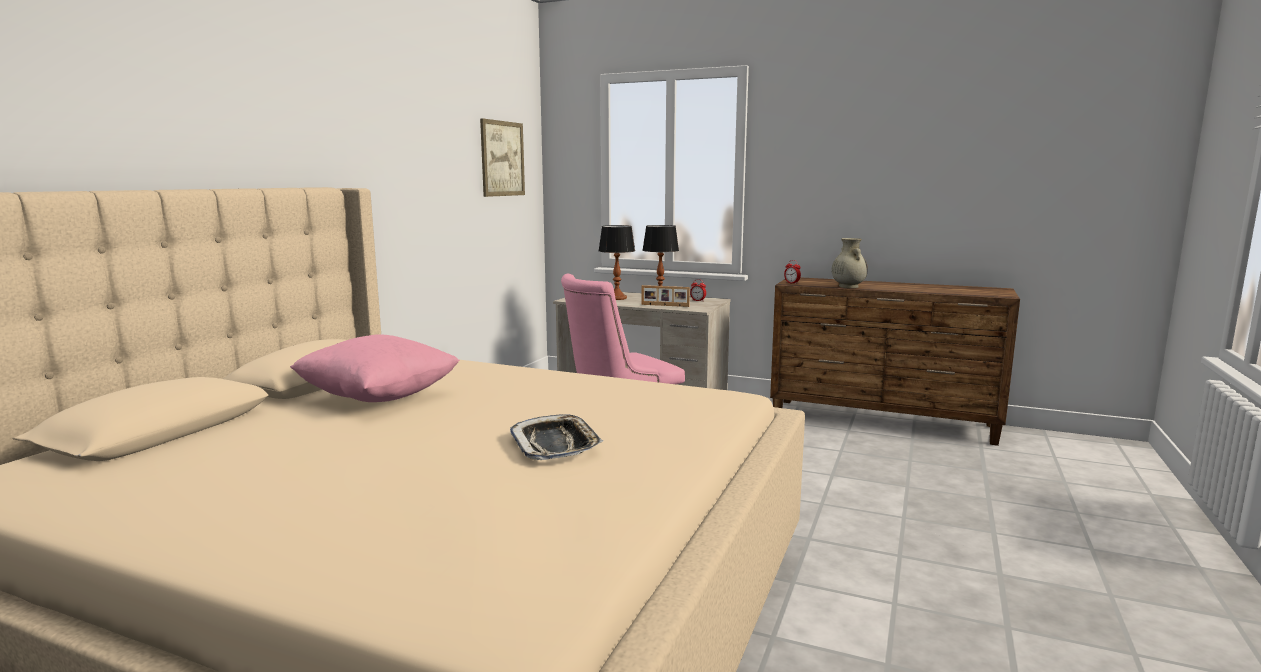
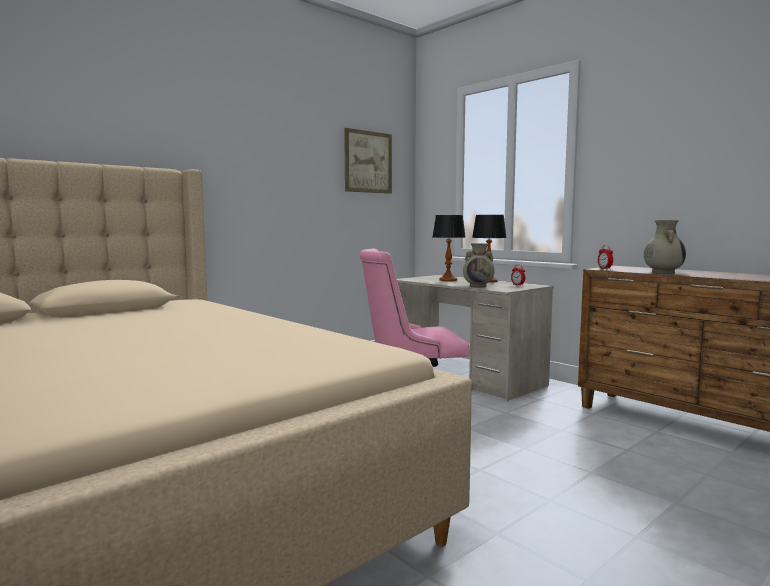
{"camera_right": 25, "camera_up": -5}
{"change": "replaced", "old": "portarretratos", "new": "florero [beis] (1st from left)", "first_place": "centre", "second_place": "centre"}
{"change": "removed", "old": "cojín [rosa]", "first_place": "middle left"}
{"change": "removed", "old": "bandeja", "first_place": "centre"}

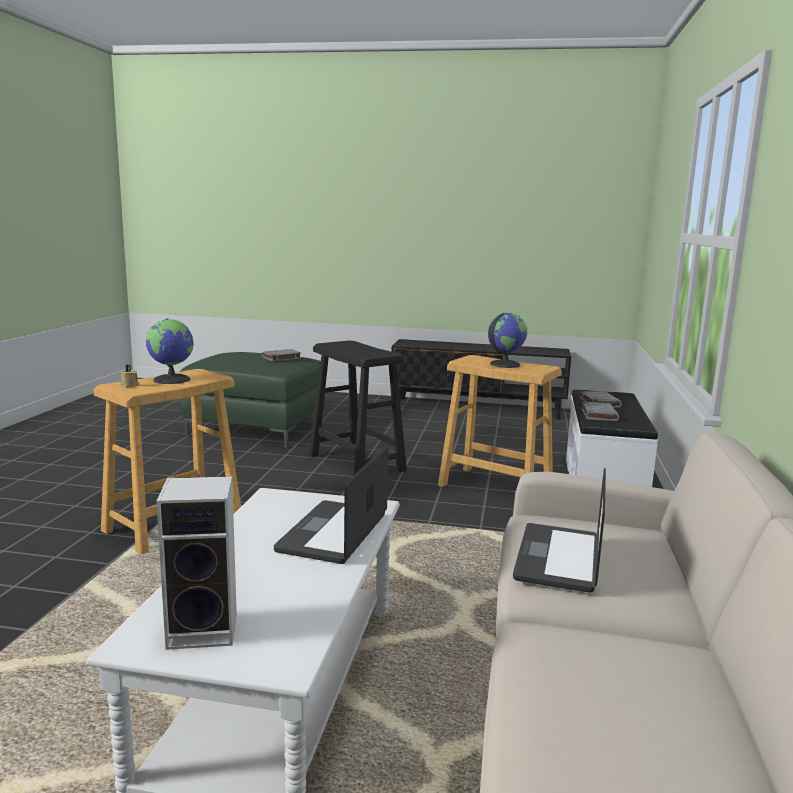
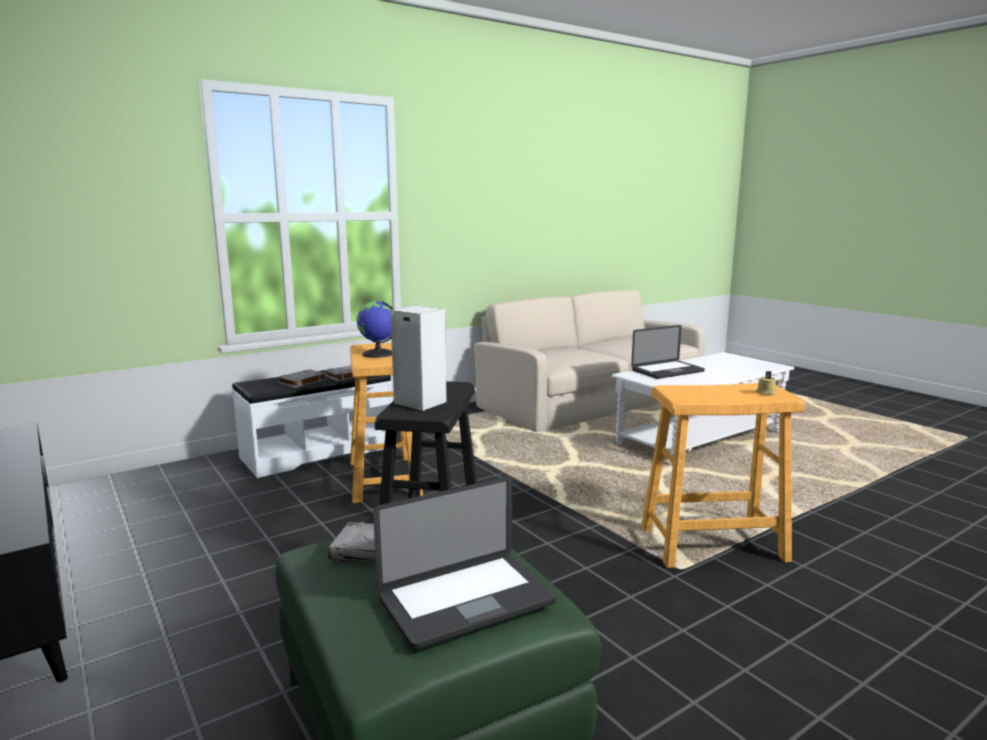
{"camera_right": -135, "camera_up": 0}
{"change": "removed", "old": "globo terráqueo (1st from left)", "first_place": "middle left"}
{"change": "moved", "old": "portátil (2nd from left in the first image)", "new": "portátil (1st from left)", "first_place": "bottom right", "second_place": "bottom centre"}
{"change": "moved", "old": "altavoz", "first_place": "bottom left", "second_place": "centre"}

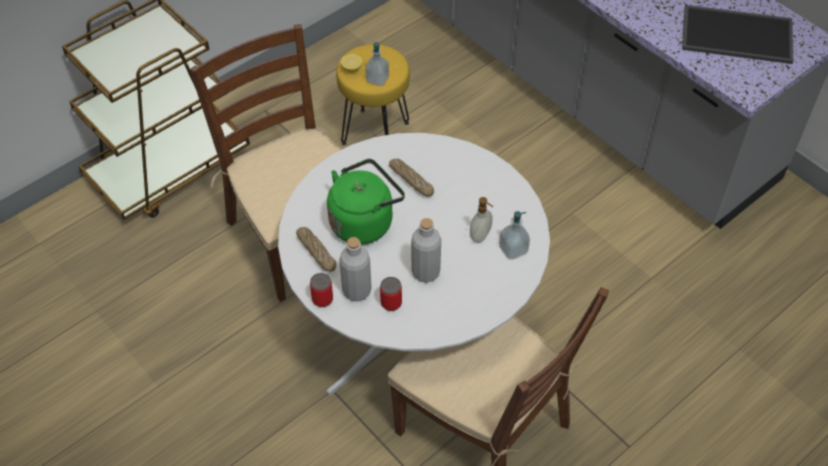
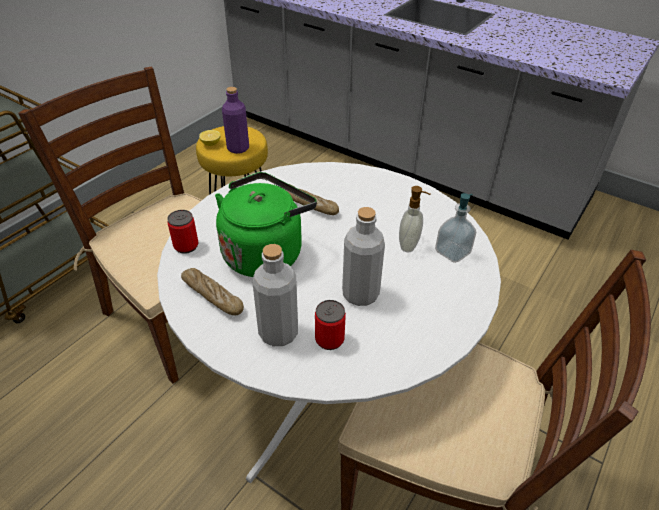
{"camera_right": -15, "camera_up": -10}
{"change": "removed", "old": "bandeja", "first_place": "top right"}
{"change": "replaced", "old": "dispensador de jabón (1st from left)", "new": "botella [morado]", "first_place": "top centre", "second_place": "top centre"}
{"change": "moved", "old": "lata (1st from left)", "first_place": "centre", "second_place": "middle left"}

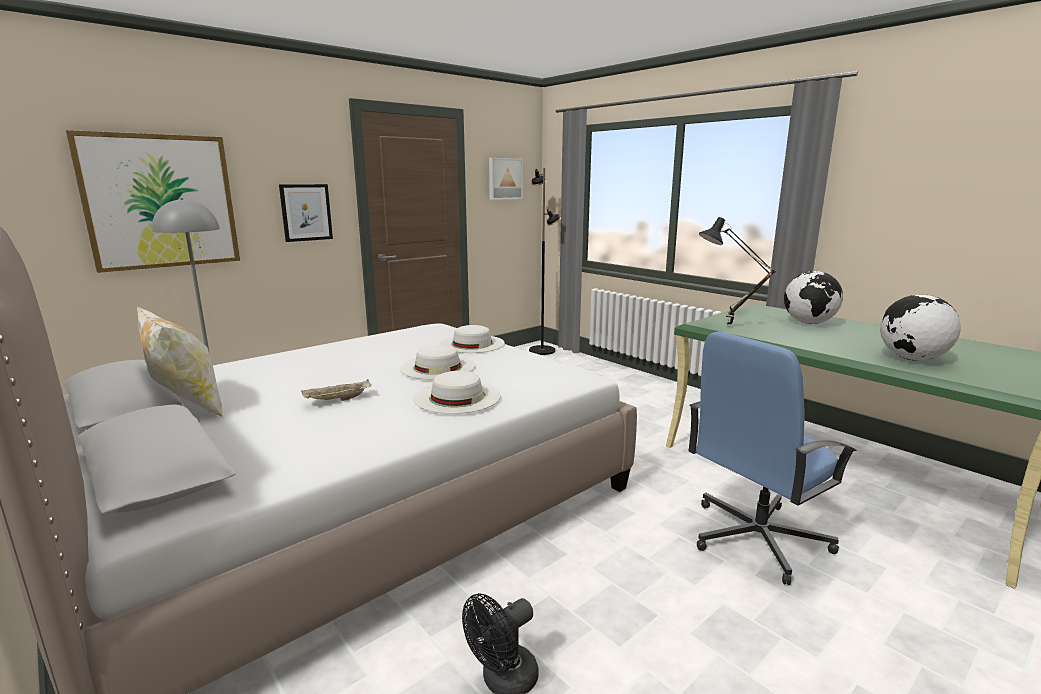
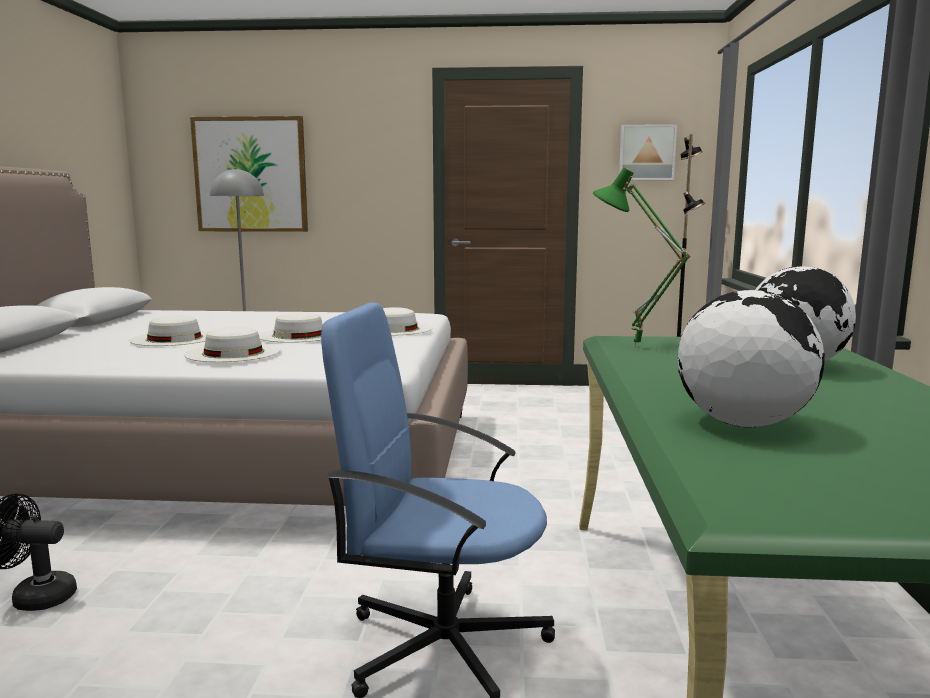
{"camera_right": 45, "camera_up": -5}
{"change": "removed", "old": "cuadro (2nd from left)", "first_place": "top left"}
{"change": "recoloured", "old": "lámpara de mesa [negro]", "new": "lámpara de mesa [verde]", "first_place": "middle right", "second_place": "middle right"}
{"change": "removed", "old": "cojín", "first_place": "middle left"}
{"change": "replaced", "old": "bandeja [beis]", "new": "sombrero [blanco] (1st from left)", "first_place": "middle left", "second_place": "middle left"}

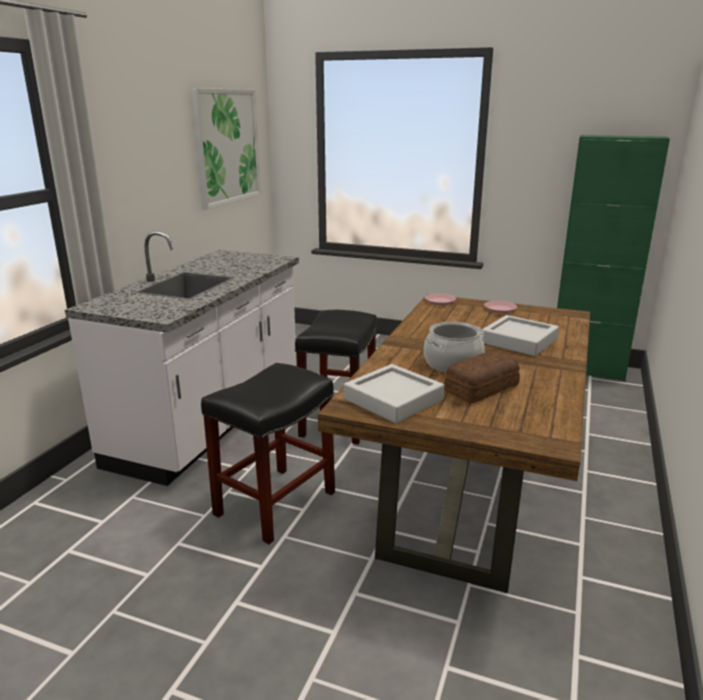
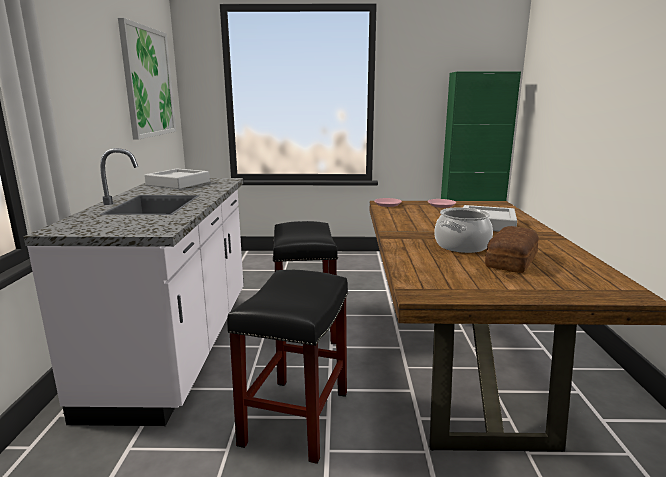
{"camera_right": -20, "camera_up": -5}
{"change": "moved", "old": "bandeja [gris] (1st from left)", "first_place": "centre", "second_place": "middle left"}

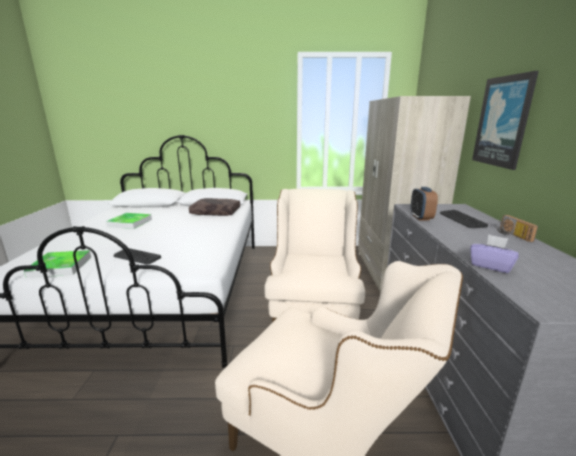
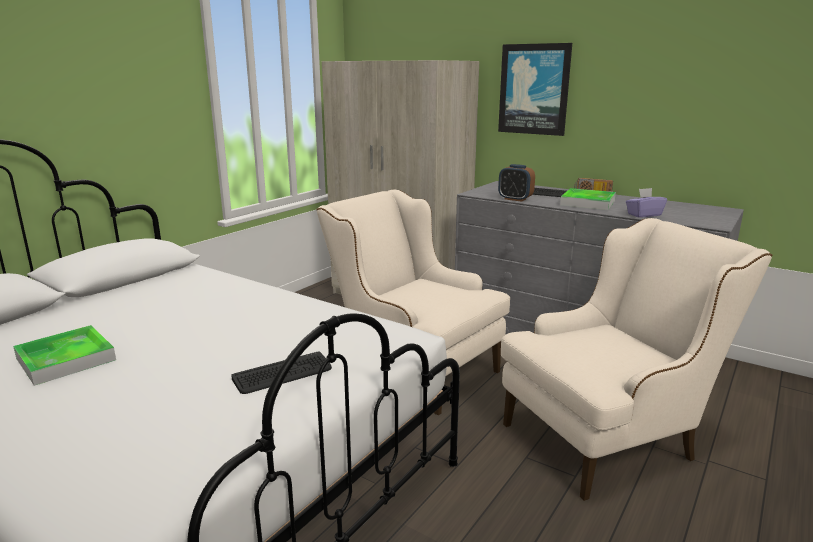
{"camera_right": -55, "camera_up": 0}
{"change": "removed", "old": "cojín [marrón]", "first_place": "centre"}
{"change": "moved", "old": "bandeja (1st from left in the first image)", "new": "bandeja (2nd from left)", "first_place": "middle left", "second_place": "middle right"}

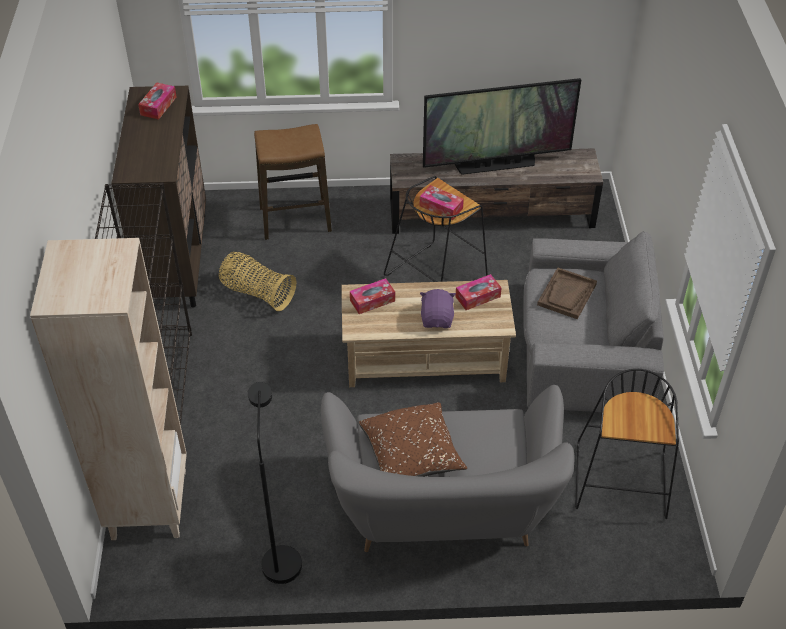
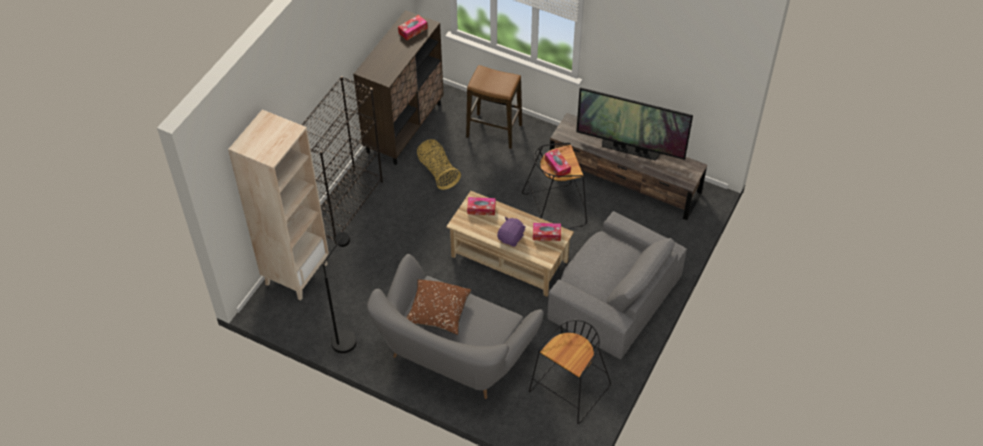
{"camera_right": 30, "camera_up": 5}
{"change": "removed", "old": "bandeja [marrón]", "first_place": "middle right"}

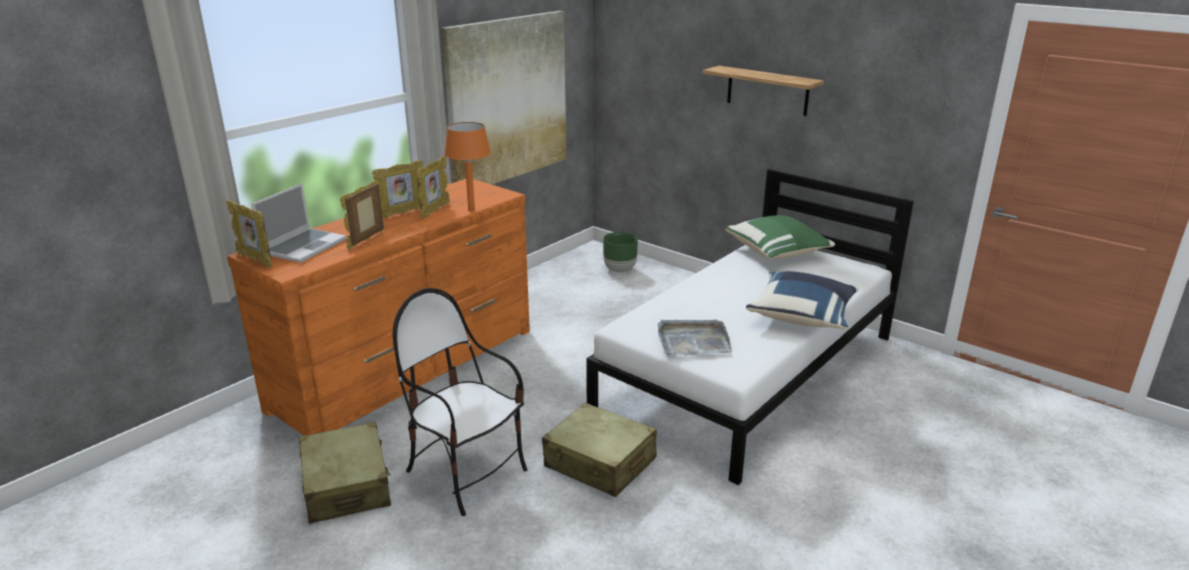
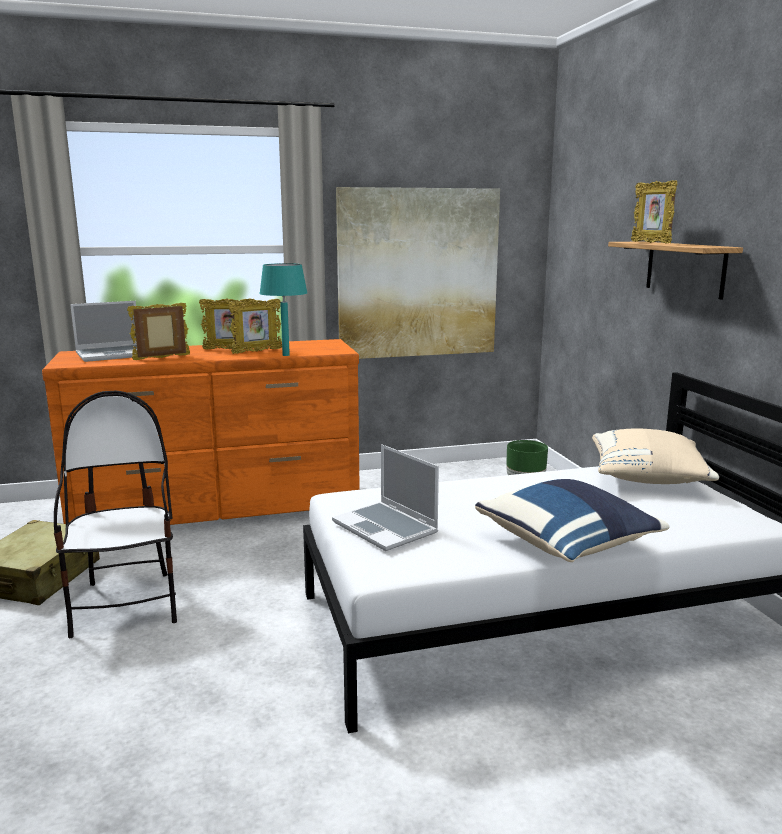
{"camera_right": 35, "camera_up": -10}
{"change": "recoloured", "old": "lámpara de mesa [naranja]", "new": "lámpara de mesa [turquesa]", "first_place": "top centre", "second_place": "centre"}
{"change": "moved", "old": "portarretratos (1st from left in the first image)", "new": "portarretratos (4th from left)", "first_place": "middle left", "second_place": "top right"}
{"change": "recoloured", "old": "cojín [verde]", "new": "cojín [beis]", "first_place": "centre", "second_place": "middle right"}
{"change": "replaced", "old": "bandeja [gris]", "new": "portátil (2nd from left)", "first_place": "centre", "second_place": "centre"}
{"change": "removed", "old": "maleta [beis] (2nd from left)", "first_place": "bottom centre"}

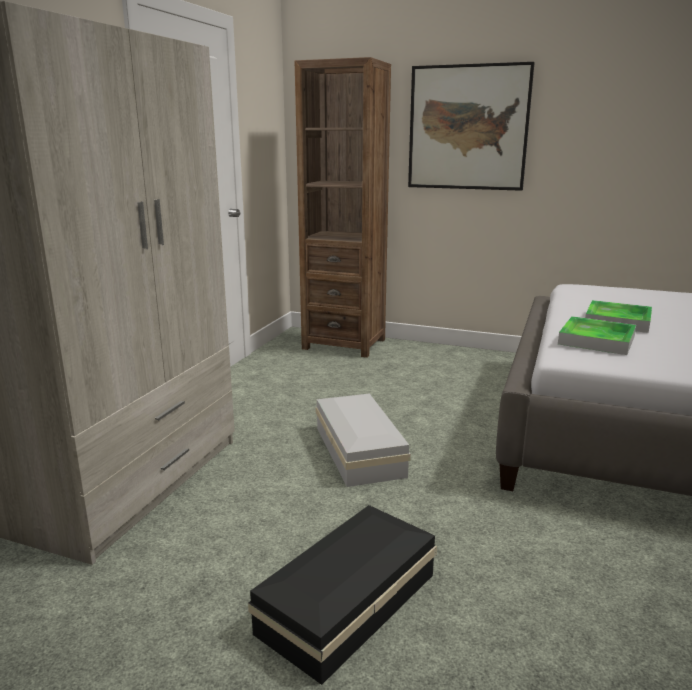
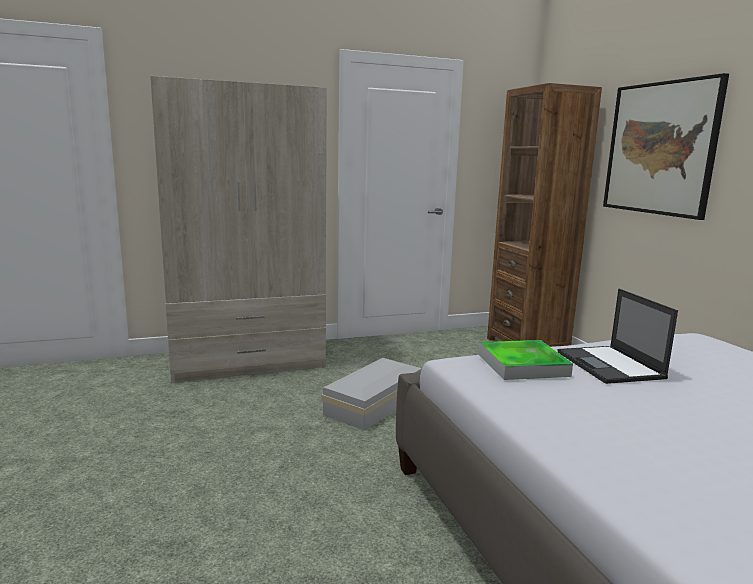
{"camera_right": 50, "camera_up": -5}
{"change": "replaced", "old": "bandeja (2nd from left)", "new": "portátil", "first_place": "middle right", "second_place": "middle right"}
{"change": "removed", "old": "caja de almacenaje [negro]", "first_place": "bottom centre"}

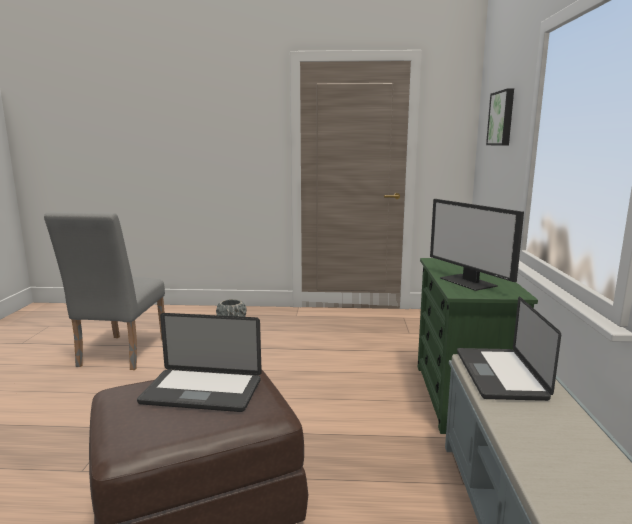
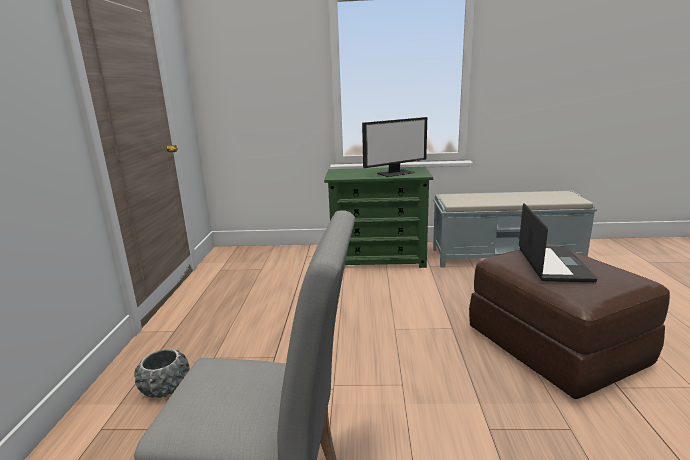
{"camera_right": -90, "camera_up": 5}
{"change": "removed", "old": "cuadro", "first_place": "top right"}
{"change": "removed", "old": "portátil (2nd from left)", "first_place": "middle right"}

